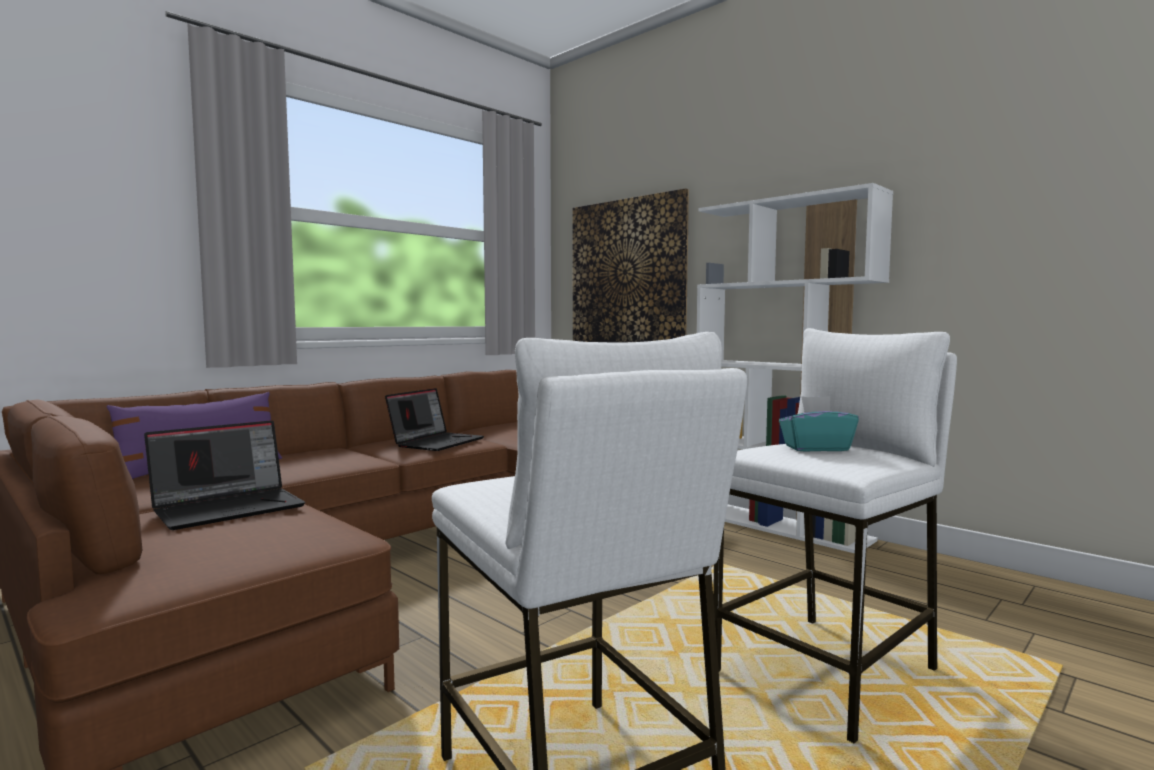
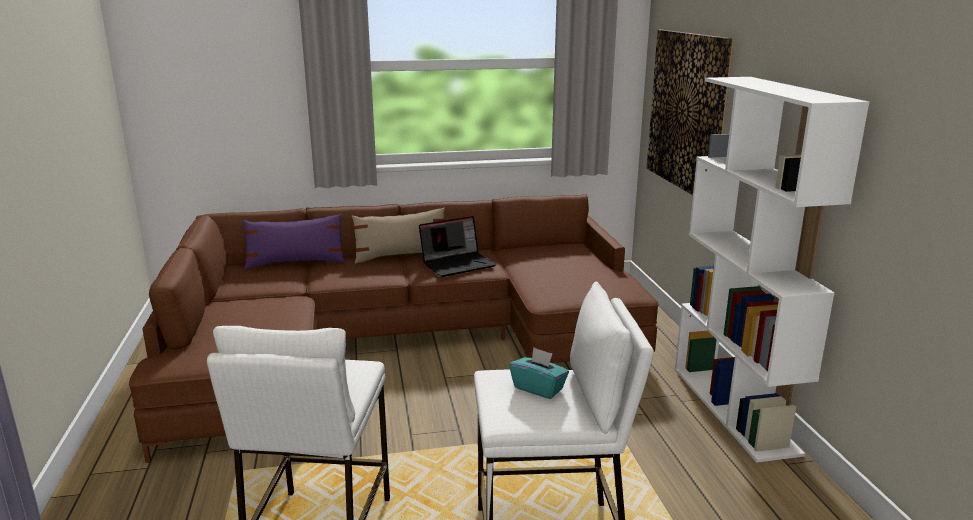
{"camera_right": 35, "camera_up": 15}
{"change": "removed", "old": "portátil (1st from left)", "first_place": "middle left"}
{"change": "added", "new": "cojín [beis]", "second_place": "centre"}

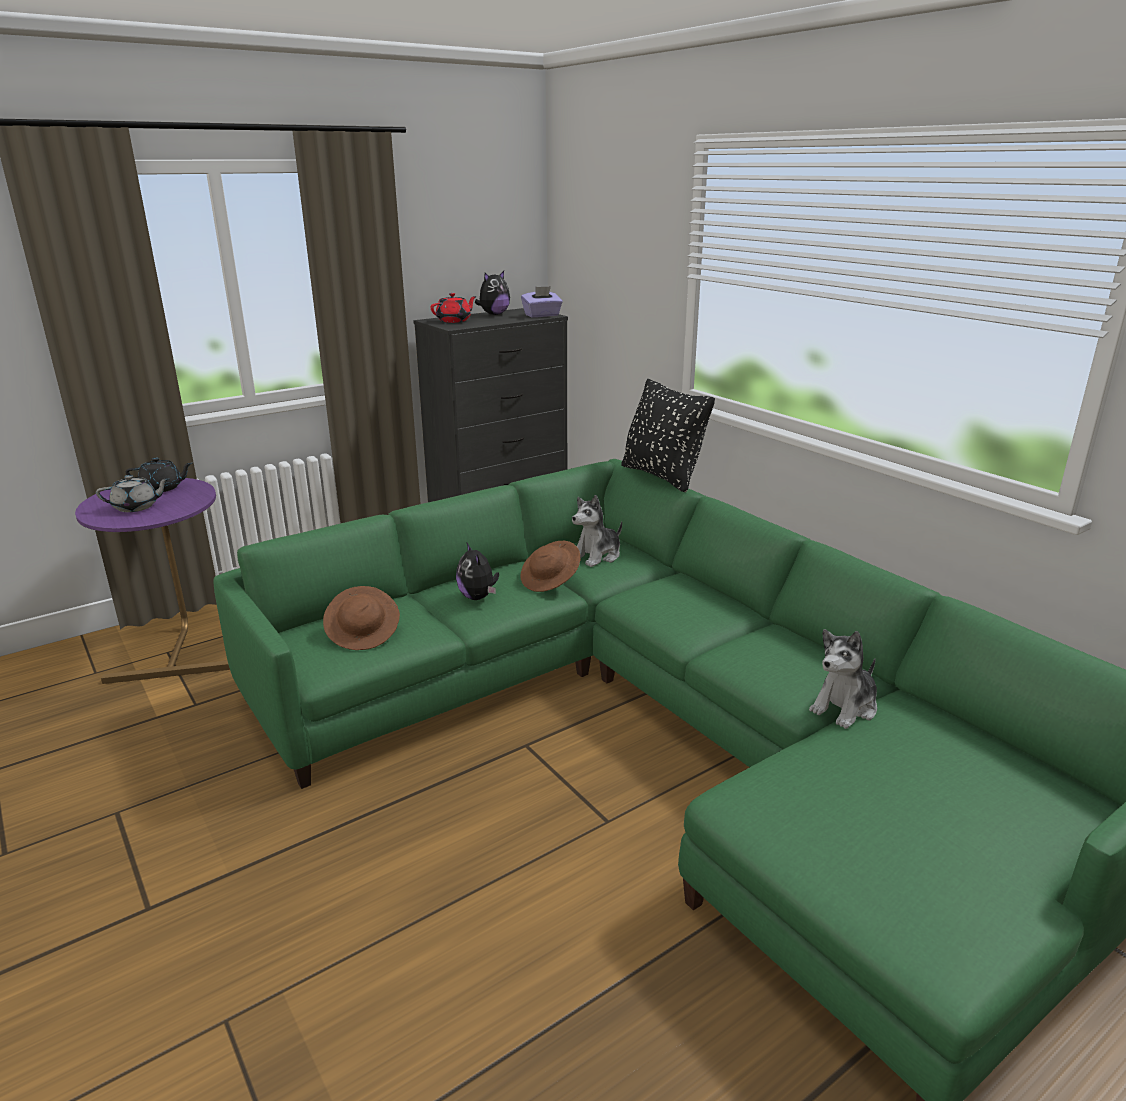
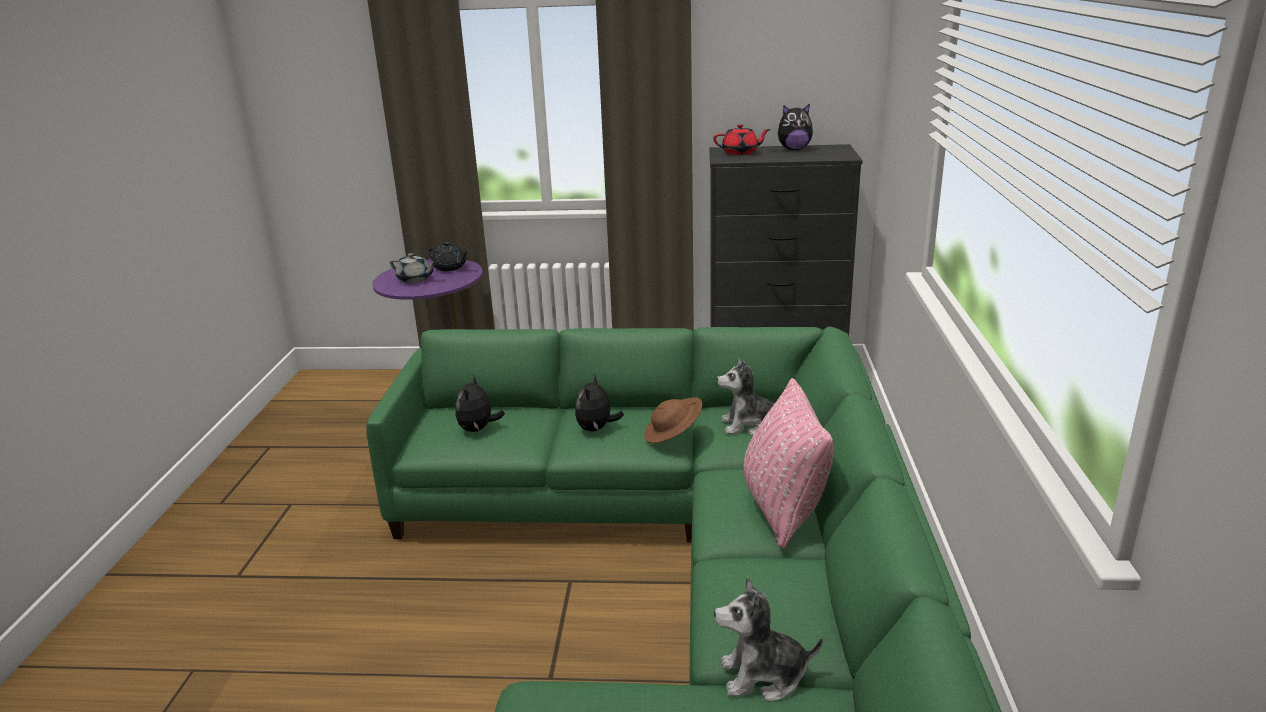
{"camera_right": 40, "camera_up": 0}
{"change": "removed", "old": "caja de pañuelos [morado]", "first_place": "top centre"}
{"change": "removed", "old": "cojín [negro]", "first_place": "centre"}
{"change": "replaced", "old": "sombrero [marrón] (1st from left)", "new": "peluche (1st from left)", "first_place": "middle left", "second_place": "centre"}
{"change": "added", "new": "cojín [rosa]", "second_place": "centre"}

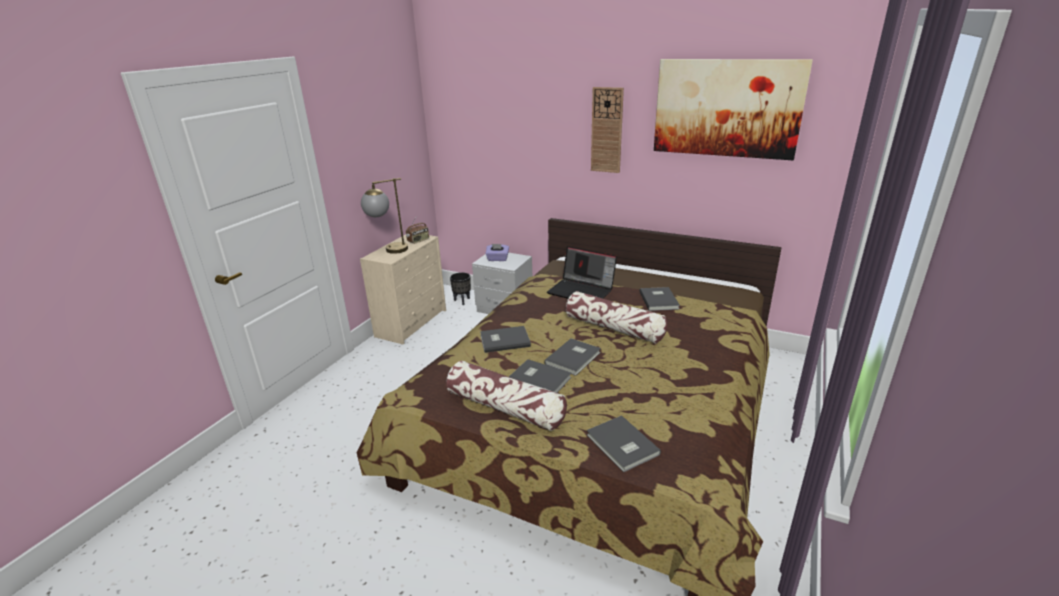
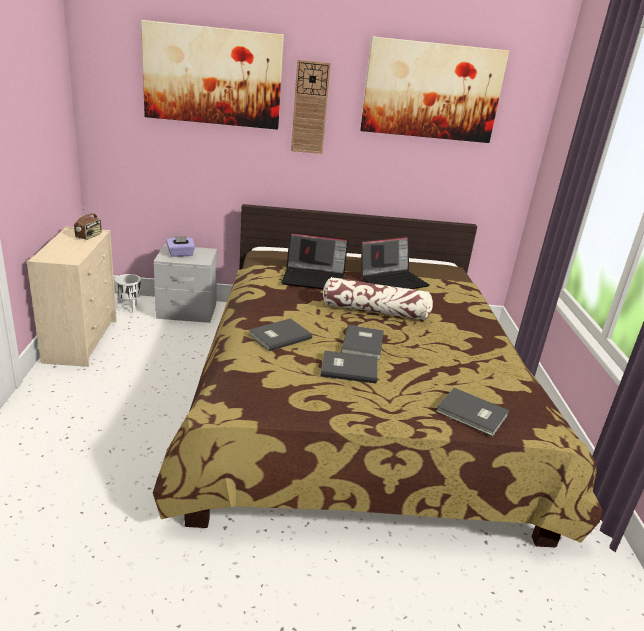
{"camera_right": -30, "camera_up": 0}
{"change": "removed", "old": "lámpara de mesa", "first_place": "centre"}
{"change": "recoloured", "old": "maceta [negro]", "new": "maceta [blanco]", "first_place": "centre", "second_place": "middle left"}
{"change": "replaced", "old": "libro [gris] (5th from left)", "new": "portátil (2nd from left)", "first_place": "centre", "second_place": "centre"}
{"change": "removed", "old": "cojín (1st from left)", "first_place": "centre"}
{"change": "added", "new": "cuadro (1st from left)", "second_place": "top left"}

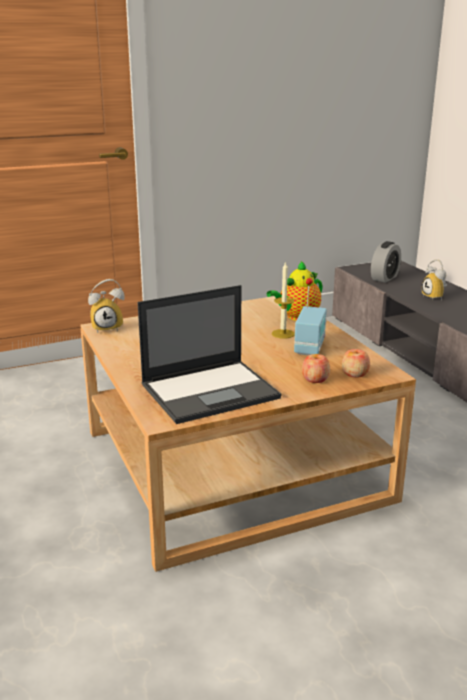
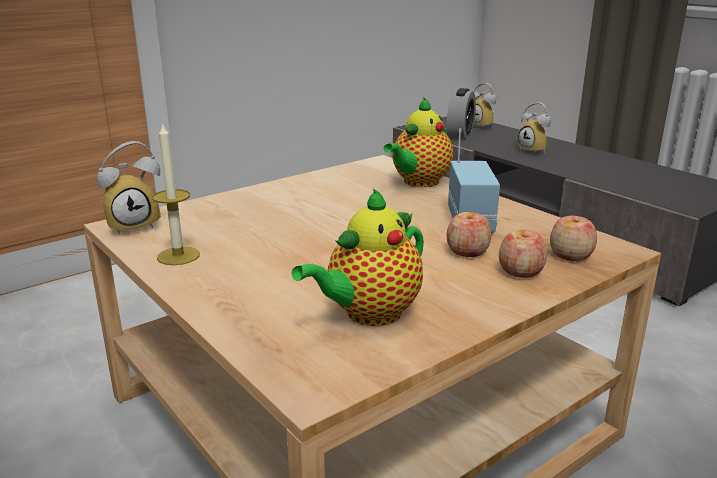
{"camera_right": -15, "camera_up": 0}
{"change": "moved", "old": "vela", "first_place": "centre", "second_place": "middle left"}
{"change": "replaced", "old": "portátil", "new": "tetera (1st from left)", "first_place": "centre", "second_place": "centre"}
{"change": "added", "new": "despertador (3rd from left)", "second_place": "top right"}
{"change": "added", "new": "manzana (1st from left)", "second_place": "centre"}

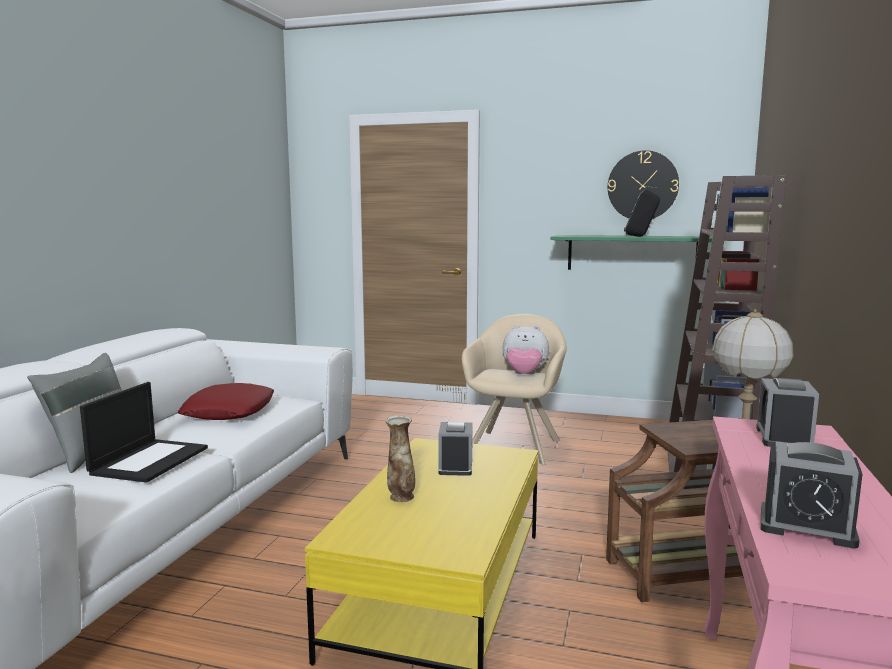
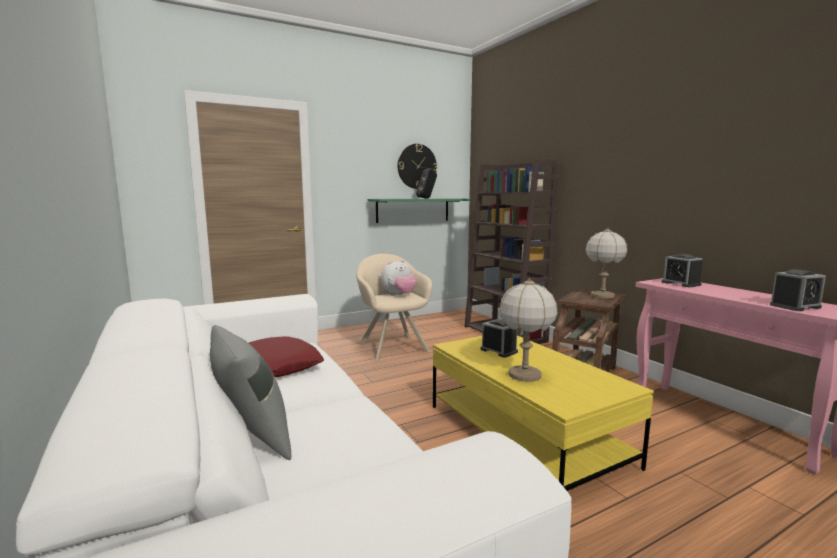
{"camera_right": -45, "camera_up": 0}
{"change": "removed", "old": "portátil", "first_place": "middle left"}
{"change": "replaced", "old": "florero", "new": "lámpara de mesa (1st from left)", "first_place": "bottom centre", "second_place": "centre"}

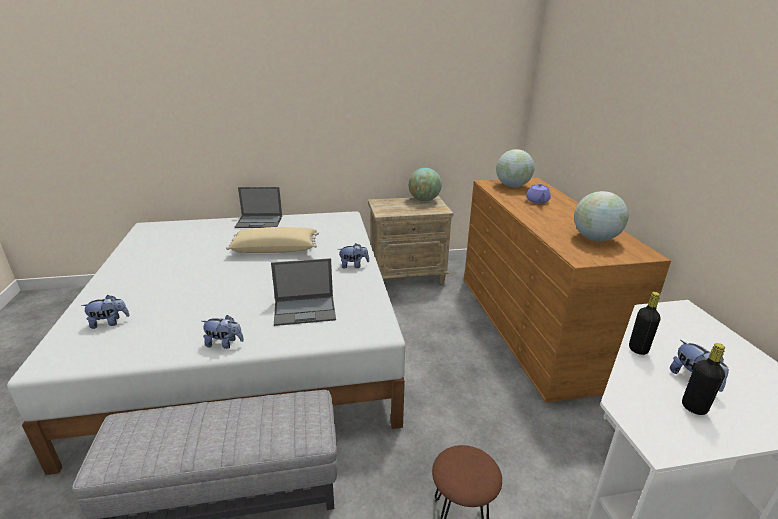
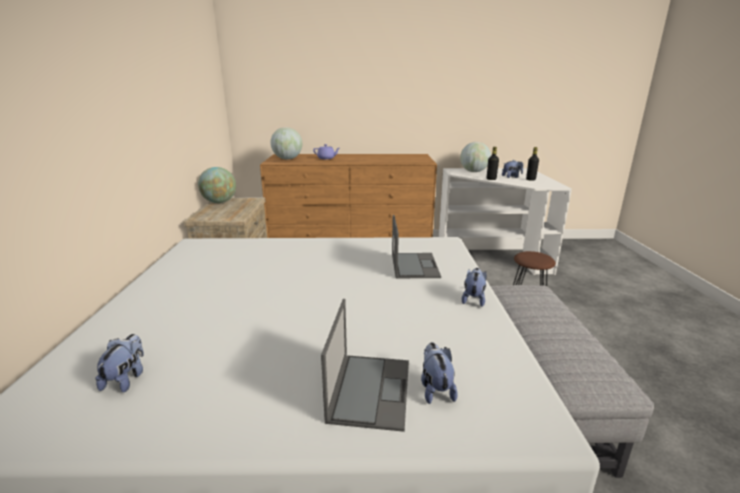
{"camera_right": -80, "camera_up": -5}
{"change": "moved", "old": "portátil (1st from left)", "first_place": "middle left", "second_place": "bottom centre"}
{"change": "moved", "old": "globo terráqueo (3rd from left)", "first_place": "middle right", "second_place": "top centre"}
{"change": "removed", "old": "cojín [beis]", "first_place": "centre"}
{"change": "moved", "old": "peluche (3rd from left in the first image)", "new": "peluche (1st from left)", "first_place": "centre", "second_place": "bottom left"}

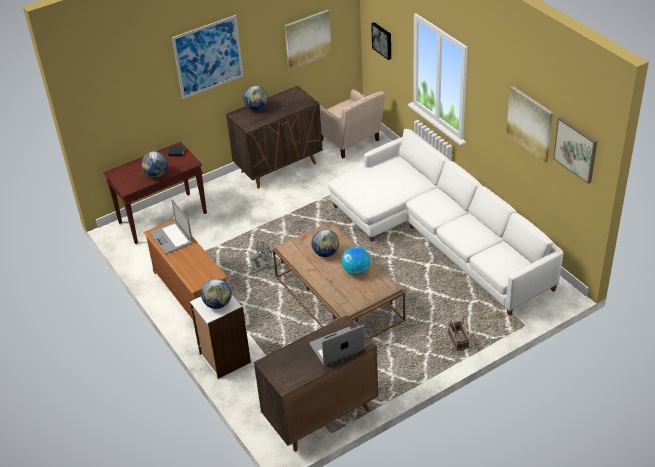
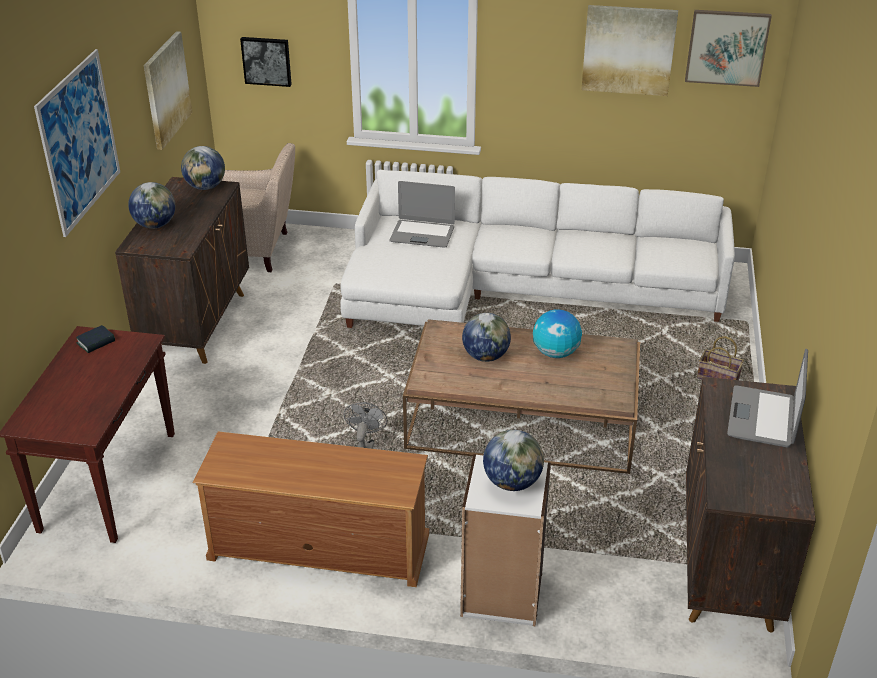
{"camera_right": -50, "camera_up": -5}
{"change": "moved", "old": "globo terráqueo (1st from left in the first image)", "new": "globo terráqueo (2nd from left)", "first_place": "middle left", "second_place": "top left"}
{"change": "moved", "old": "portátil (1st from left)", "first_place": "middle left", "second_place": "top centre"}

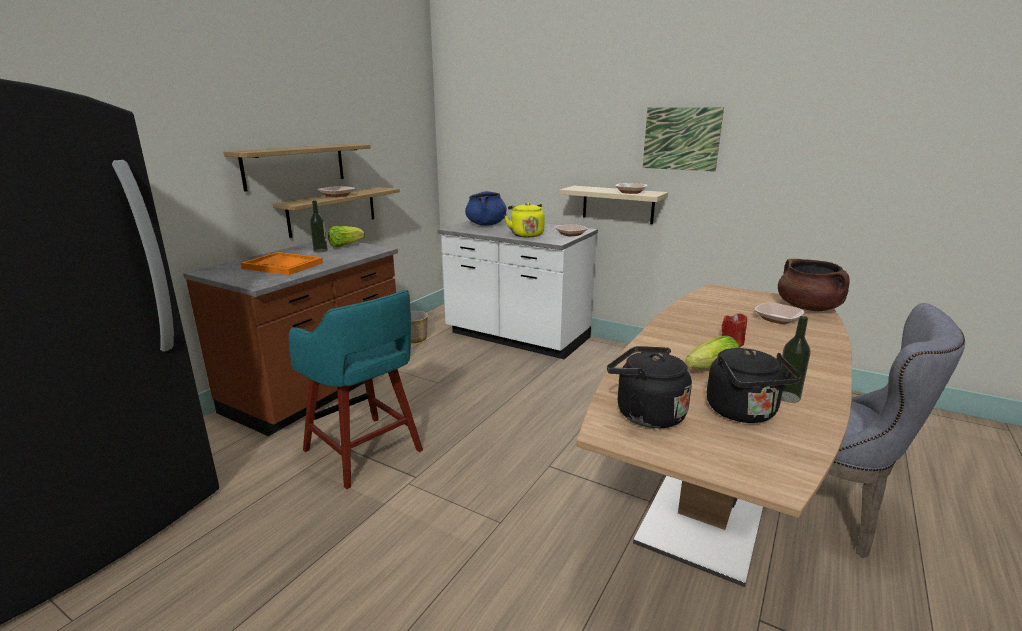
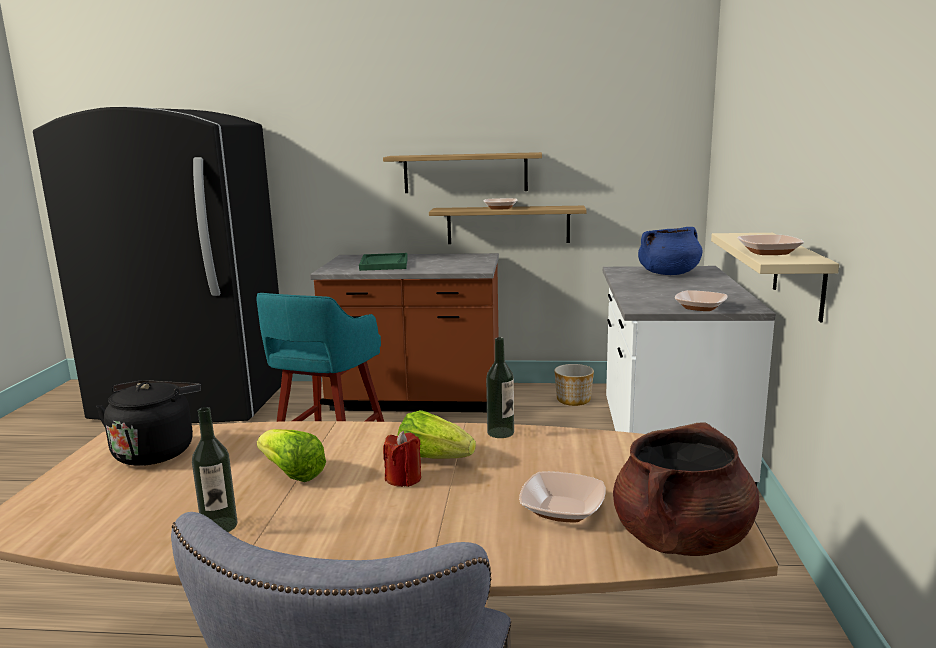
{"camera_right": 65, "camera_up": -5}
{"change": "removed", "old": "cuadro", "first_place": "top right"}
{"change": "moved", "old": "botella (1st from left in the first image)", "new": "botella (2nd from left)", "first_place": "middle left", "second_place": "centre"}
{"change": "removed", "old": "hervidor [amarillo]", "first_place": "centre"}
{"change": "moved", "old": "lechuga (1st from left in the first image)", "new": "lechuga (2nd from left)", "first_place": "centre", "second_place": "bottom centre"}
{"change": "recoloured", "old": "bandeja [naranja]", "new": "bandeja [verde]", "first_place": "middle left", "second_place": "centre"}
{"change": "removed", "old": "hervidor [negro] (2nd from left)", "first_place": "middle right"}

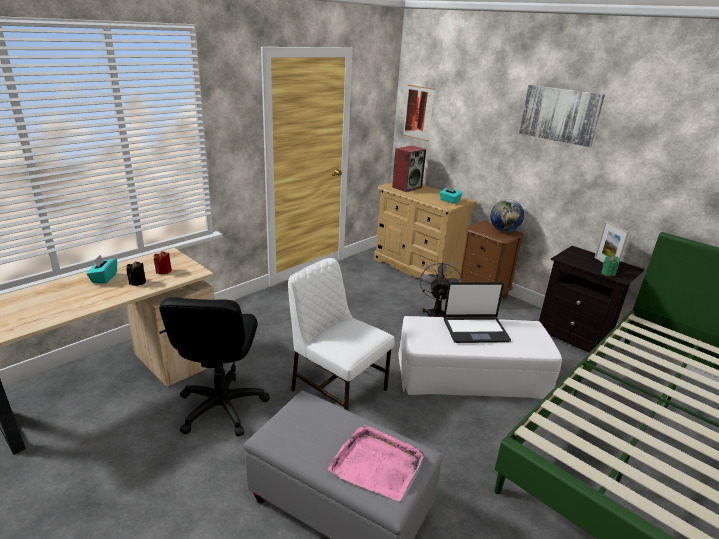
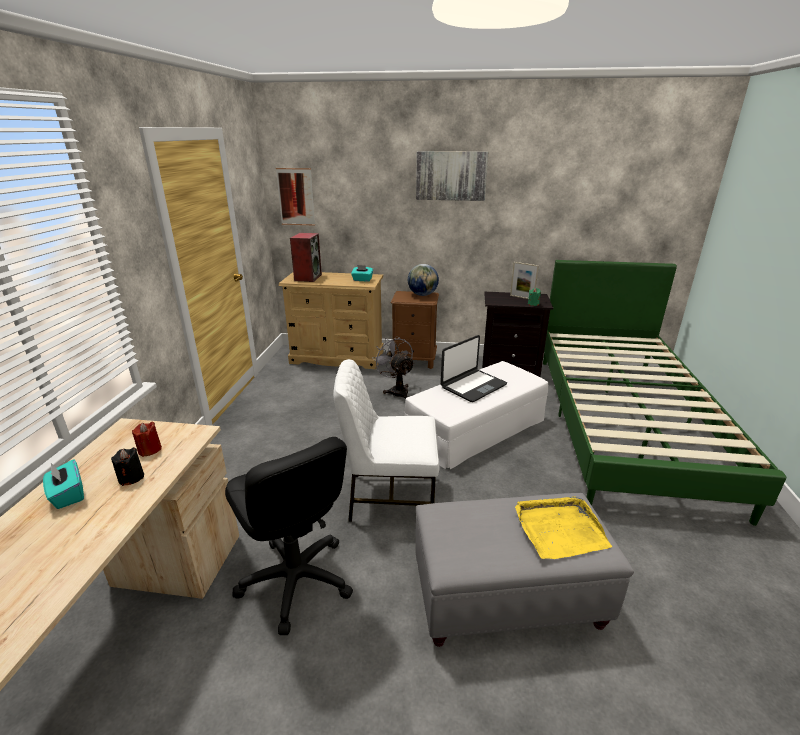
{"camera_right": -35, "camera_up": 0}
{"change": "recoloured", "old": "bandeja [rosa]", "new": "bandeja [amarillo]", "first_place": "bottom centre", "second_place": "bottom right"}

